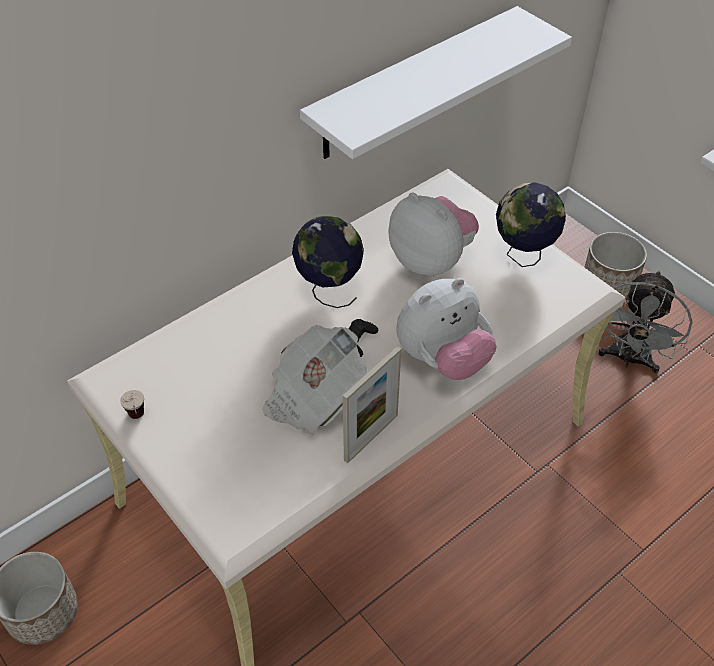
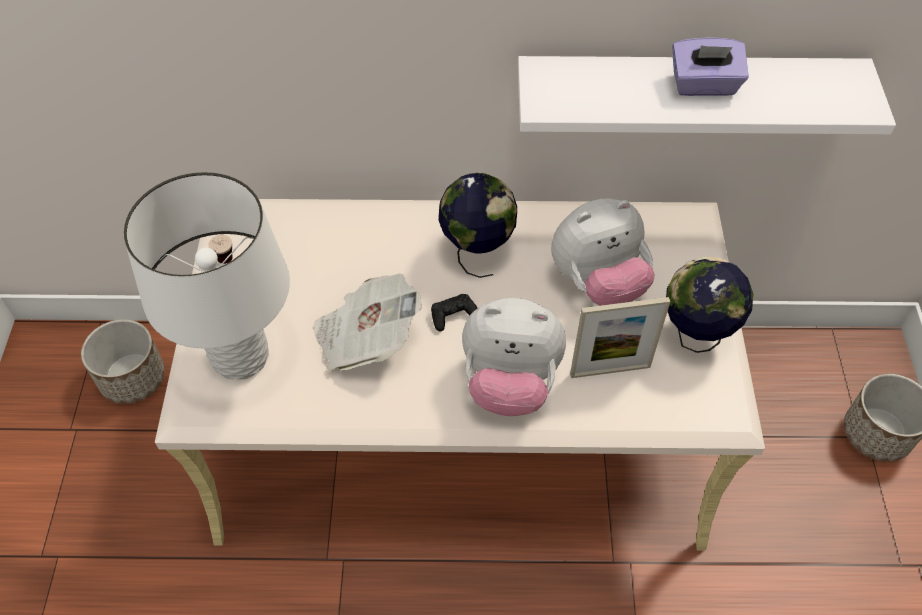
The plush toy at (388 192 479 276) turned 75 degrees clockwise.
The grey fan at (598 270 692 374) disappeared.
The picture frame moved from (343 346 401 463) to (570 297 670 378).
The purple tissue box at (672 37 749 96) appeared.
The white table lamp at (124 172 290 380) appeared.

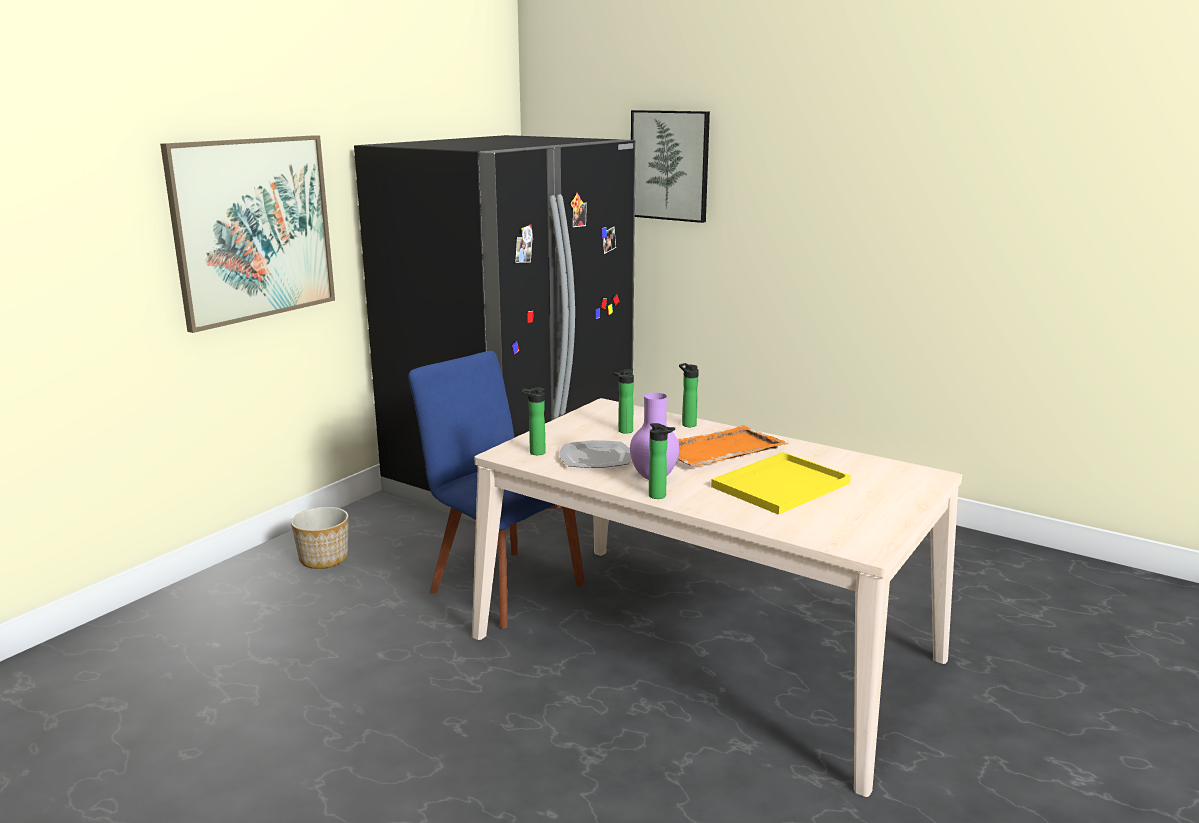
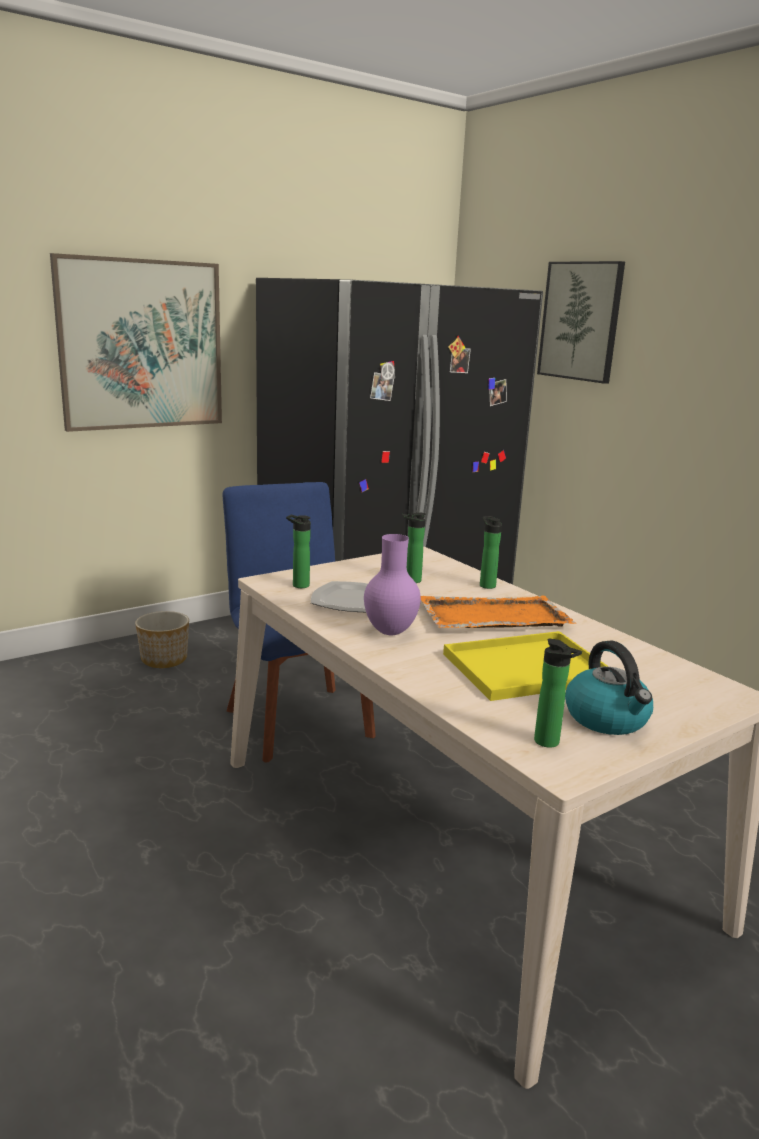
The bottle moved from (649 423 675 499) to (534 639 582 748).
The kettle at (565 641 653 735) appeared.

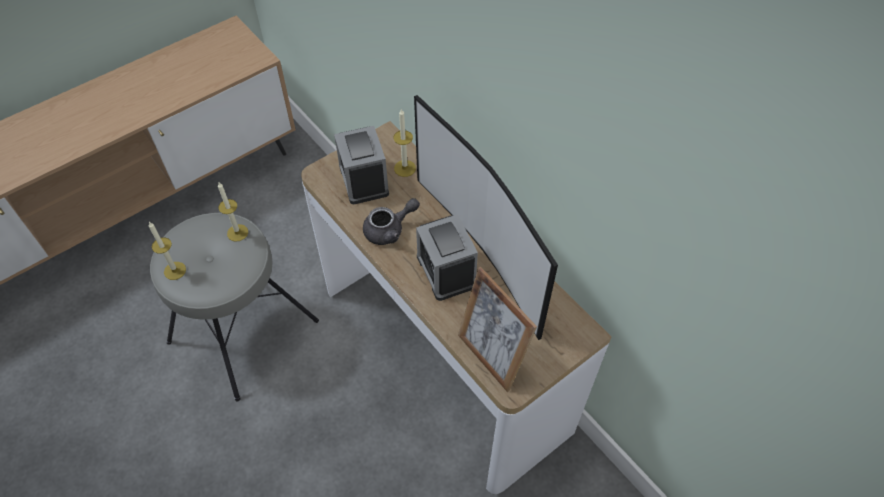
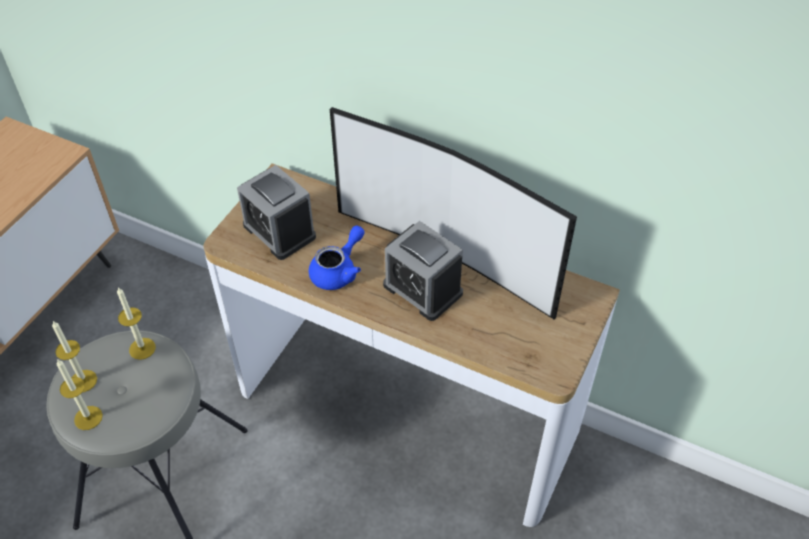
The candle moved from (393 108 416 177) to (52 321 97 392).
The grey teapot at (363 198 420 245) became the blue teapot at (309 226 365 290).
The picture frame at (458 267 537 392) disappeared.

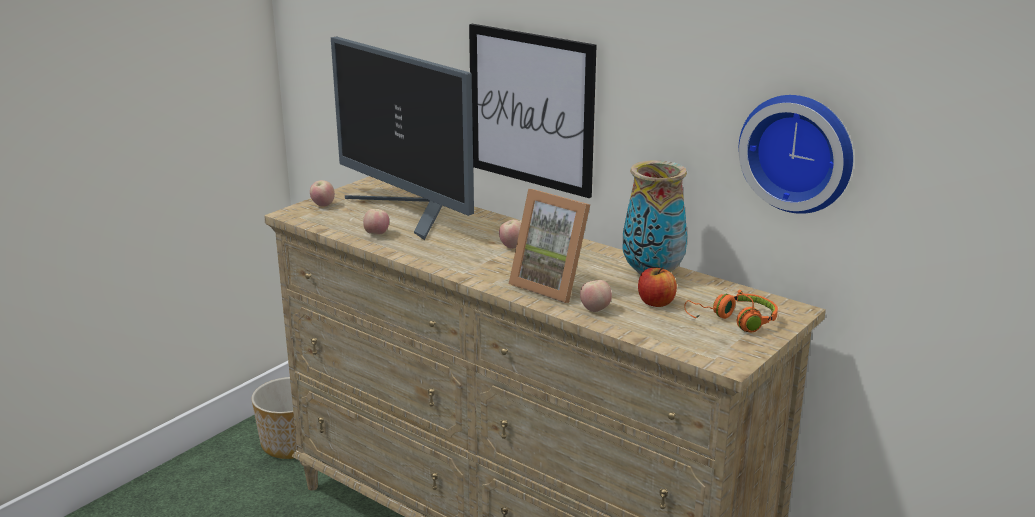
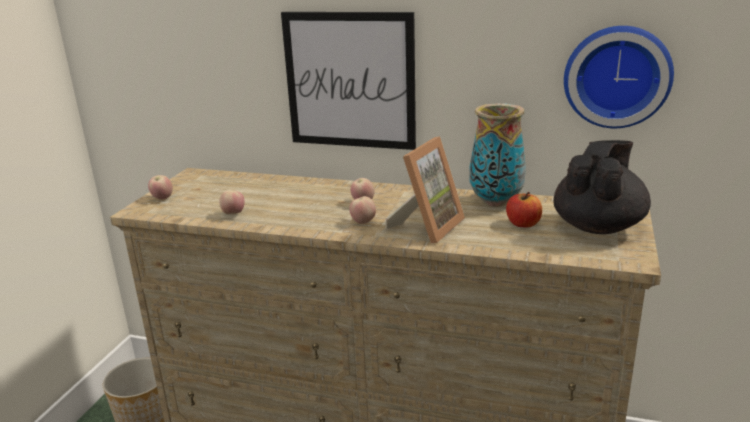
The monitor at (331 37 474 240) disappeared.
The picture frame at (509 189 590 303) turned 75 degrees counterclockwise.
The apple moved from (580 280 612 312) to (349 196 376 224).
The orange headphones at (684 290 778 332) was replaced by the black teapot at (553 140 651 234).

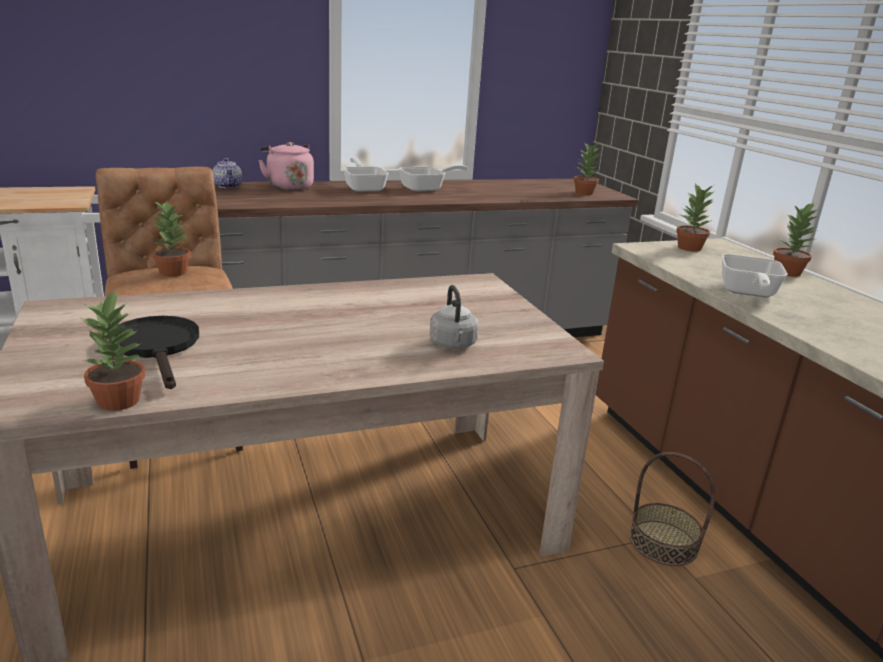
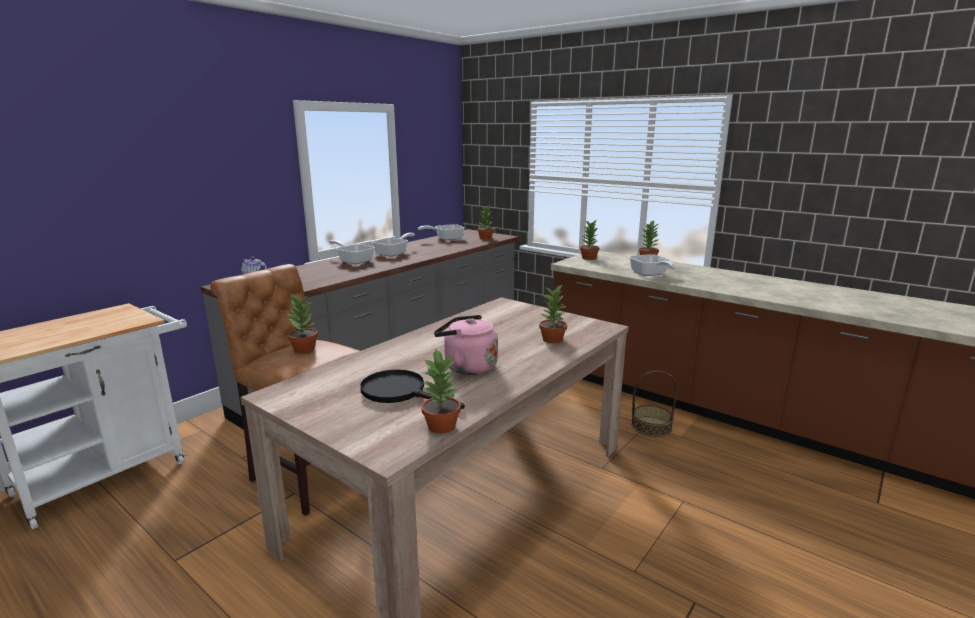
The pink kettle moved from (258 142 314 190) to (434 315 498 375).
The grey kettle at (430 285 479 349) was replaced by the potted plant at (539 285 567 343).
The frying pan at (418 224 465 240) appeared.

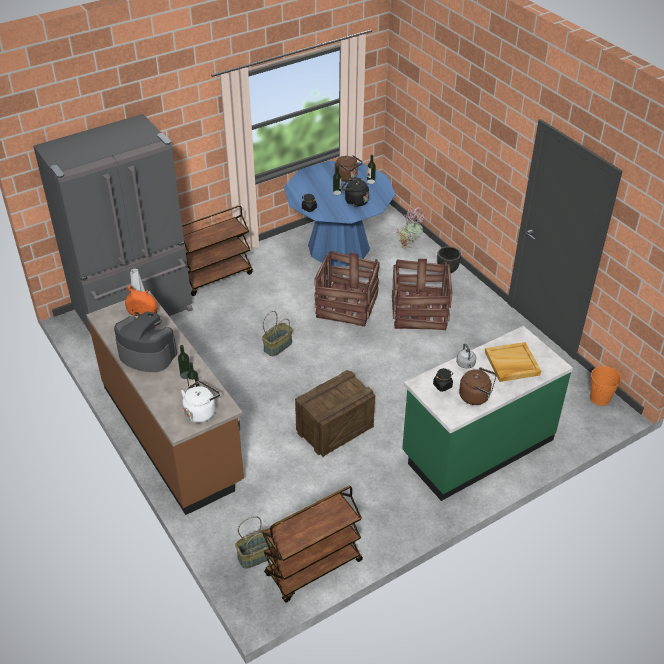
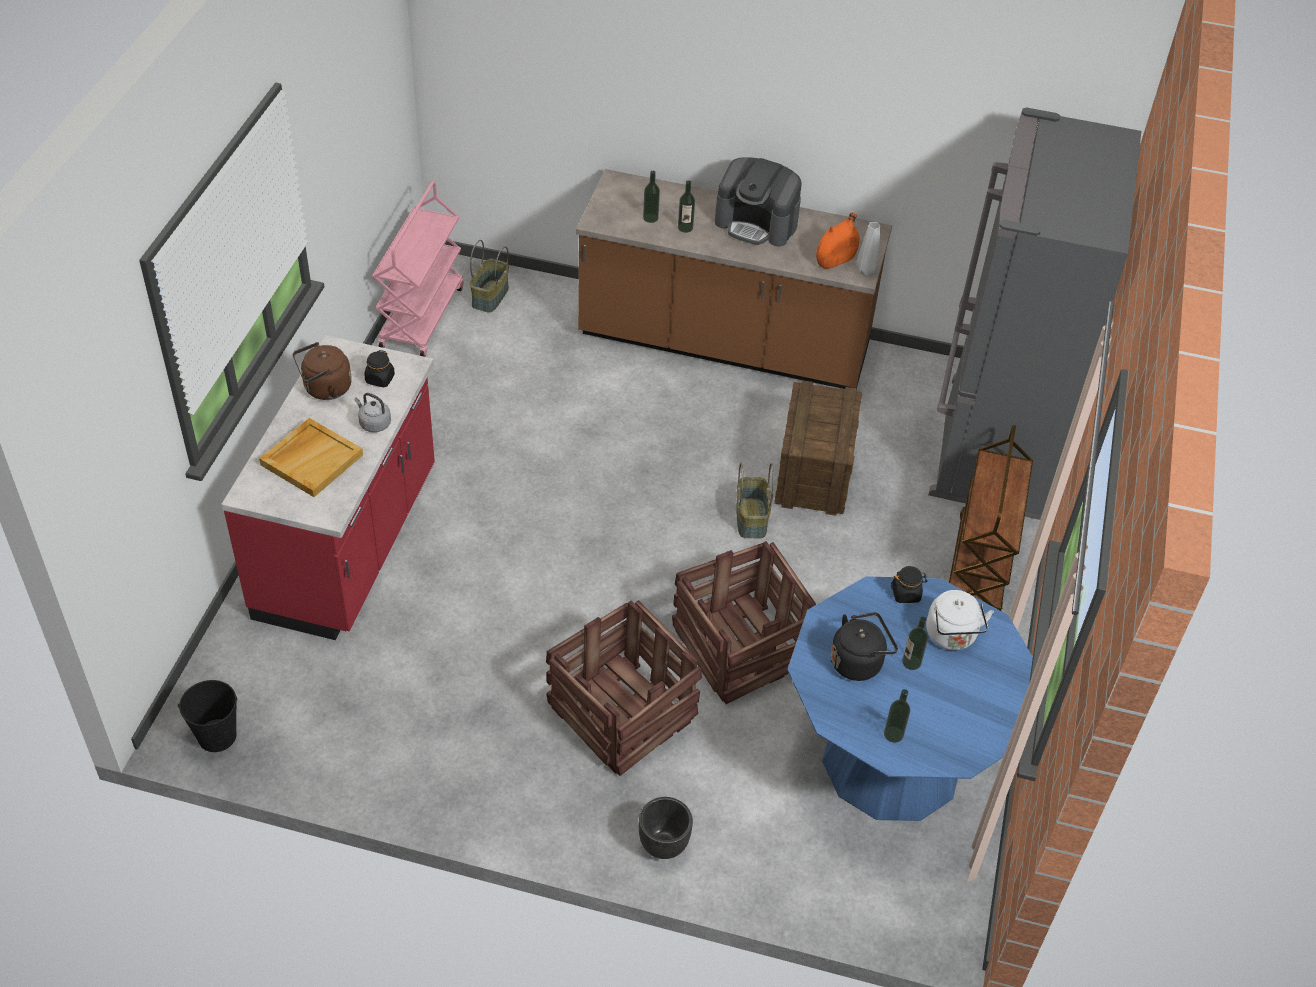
The brown kettle at (335 155 362 182) disappeared.
The potted plant at (396 207 425 248) disappeared.
The coffee machine at (114 312 177 372) turned 45 degrees clockwise.
The green counter at (402 326 573 501) became the red counter at (221 335 435 640).
The orange bucket at (590 366 622 406) became the black bucket at (178 680 237 752).
The crate moved from (295 370 375 457) to (774 380 862 516).
The white kettle moved from (181 381 220 423) to (926 590 994 650).
The brown cart at (262 486 363 603) became the pink cart at (372 182 464 357).

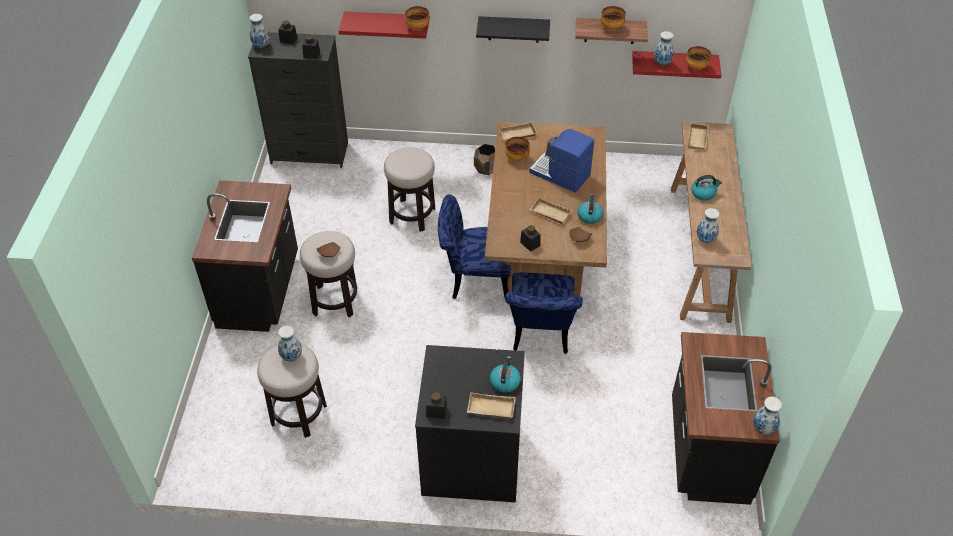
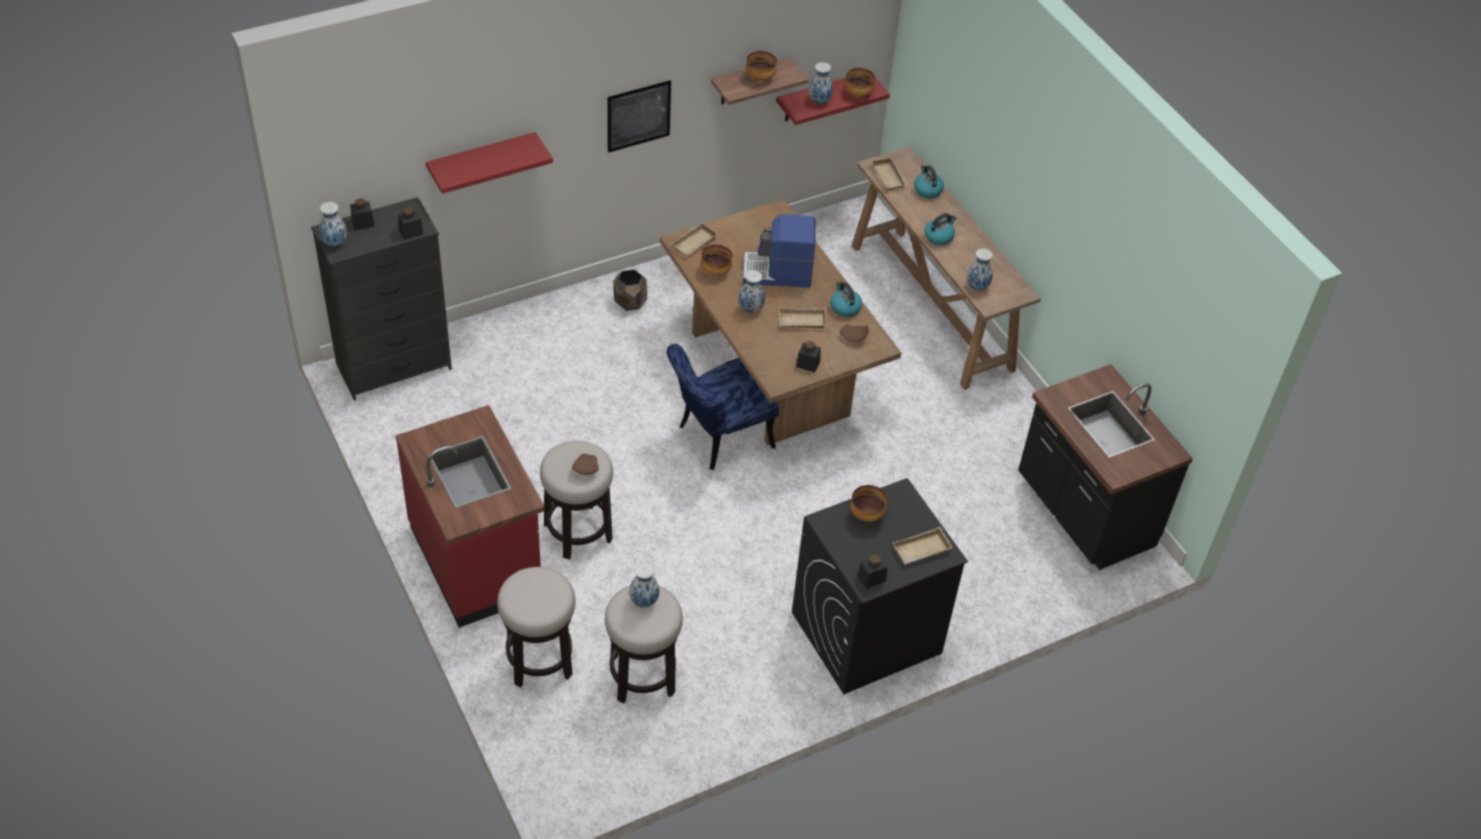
The bowl moved from (405 6 430 30) to (850 485 887 522).
The black shelf at (476 16 550 43) was replaced by the picture at (607 80 671 153).
The stool moved from (384 147 435 232) to (497 567 576 688).
The black counter at (192 180 298 332) became the red counter at (395 405 545 628).
The blue chair at (505 272 583 354) disappeared.
The kettle moved from (490 356 521 393) to (914 165 944 198).
The vase moved from (753 397 782 435) to (739 270 765 313).

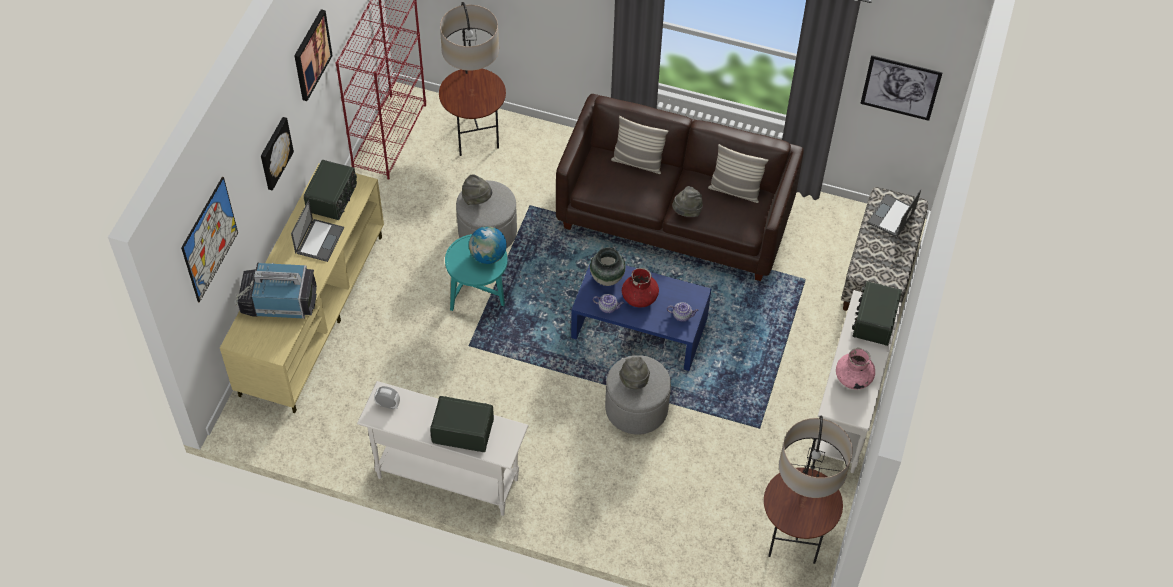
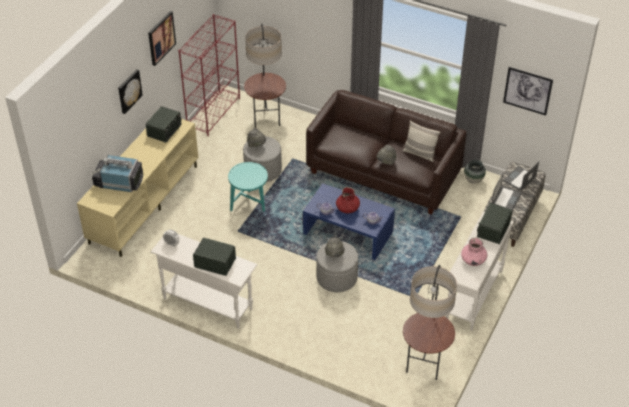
The pillow at (611 116 668 174) disappeared.
The picture at (181 177 238 303) disappeared.
The laptop moved from (291 200 344 262) to (492 172 522 212).
The globe at (469 226 507 264) disappeared.
The vase moved from (590 248 626 286) to (464 159 486 184).

